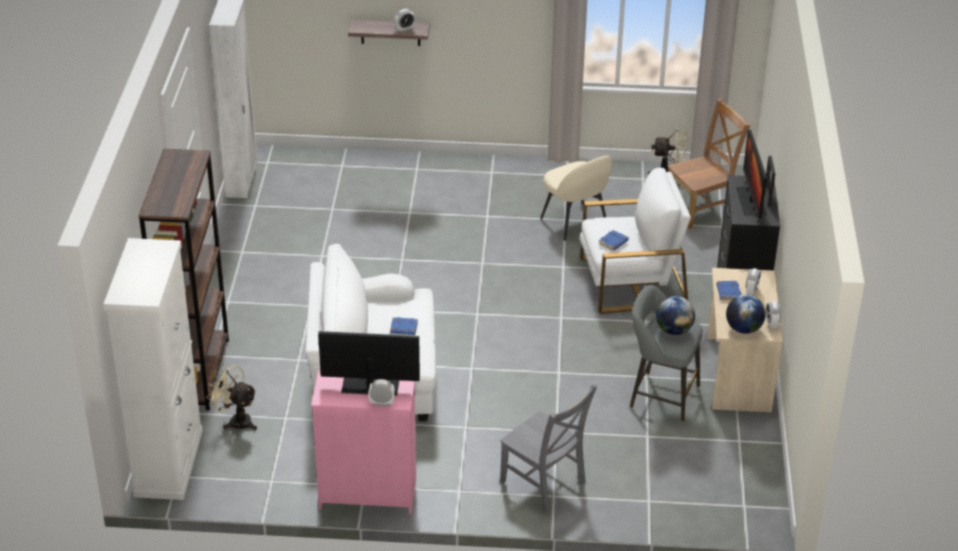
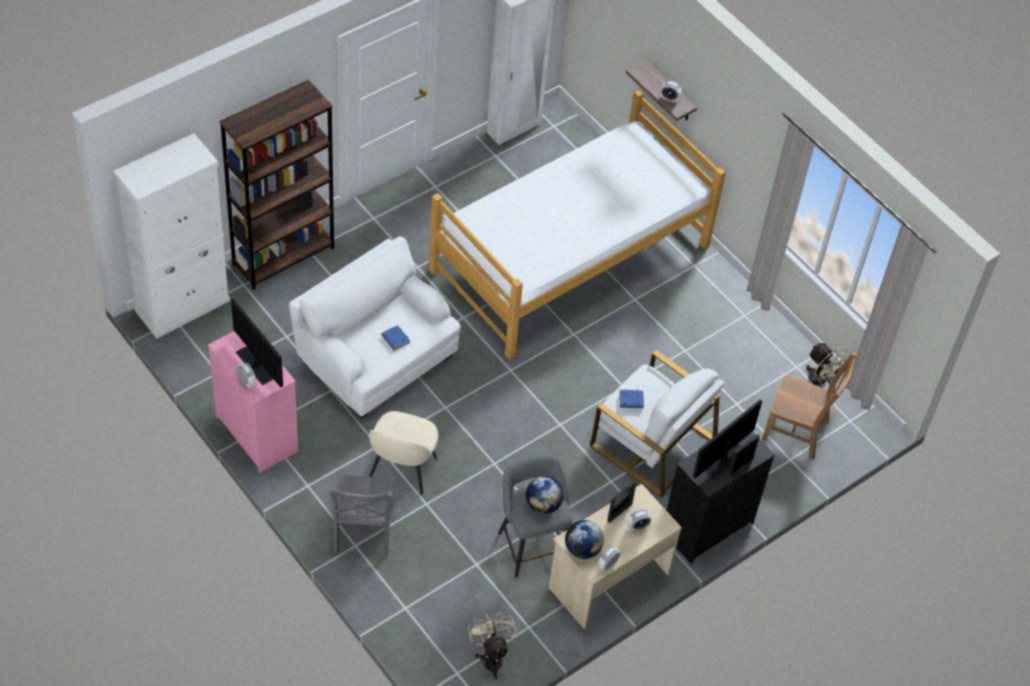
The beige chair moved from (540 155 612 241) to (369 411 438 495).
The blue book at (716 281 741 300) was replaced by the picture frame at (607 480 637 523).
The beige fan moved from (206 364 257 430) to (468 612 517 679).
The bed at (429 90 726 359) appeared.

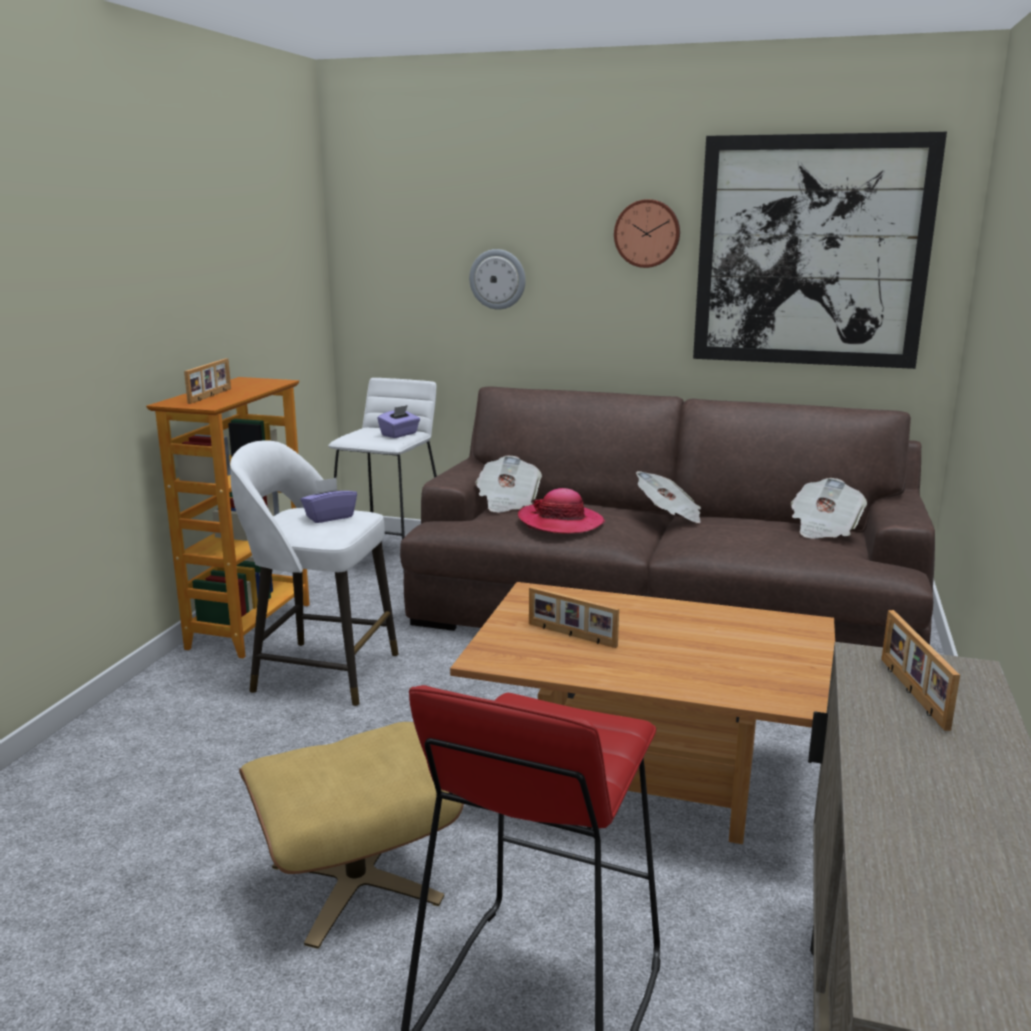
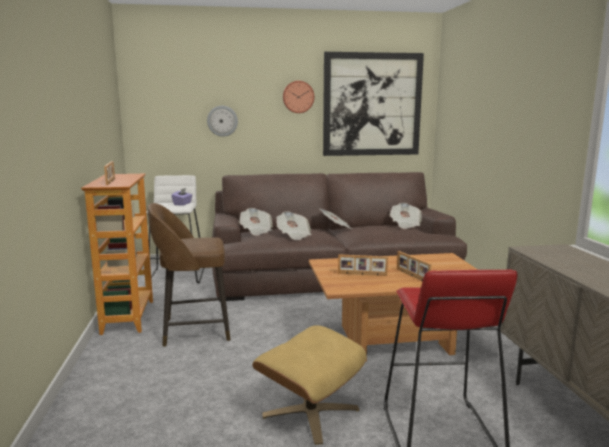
The white stool at (230 440 398 706) became the brown stool at (148 203 231 347).
The purple tissue box at (301 478 357 523) disappeared.
The hat at (518 488 605 534) was replaced by the newspaper at (276 211 312 240).
The picture frame moved from (881 610 960 731) to (397 251 432 281).

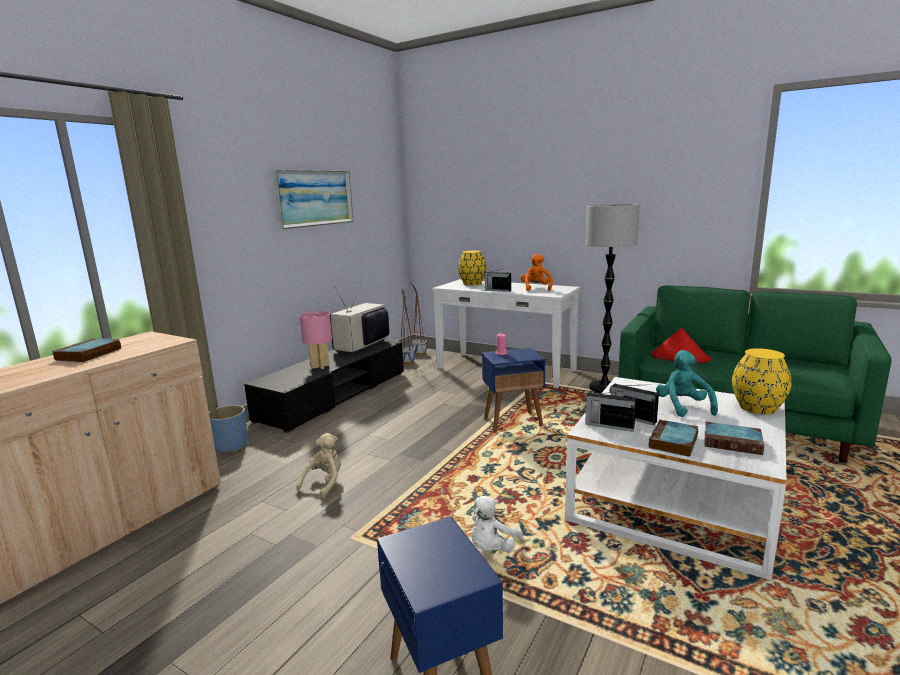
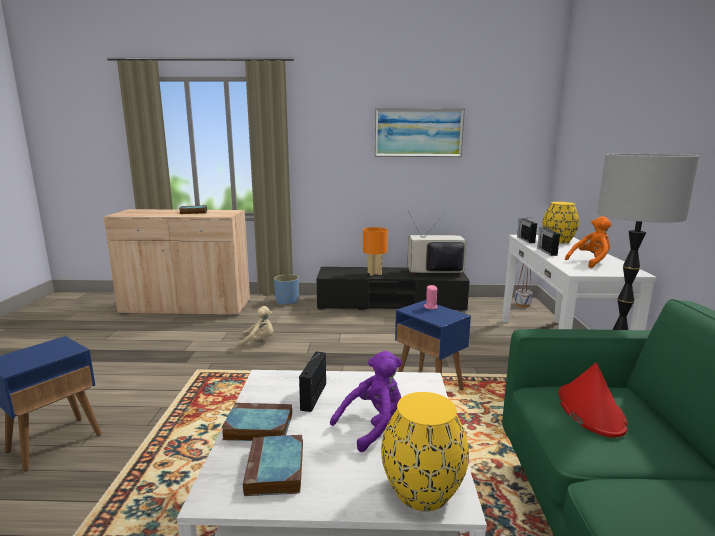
The planter at (401 289 415 365) disappeared.
The pink table lamp at (300 311 332 369) became the orange table lamp at (363 227 388 276).
The turquoise plush toy at (656 350 718 417) became the purple plush toy at (330 351 402 452).
The radio moved from (585 391 636 432) to (517 217 537 243).
The white plush toy at (472 495 524 552) disappeared.

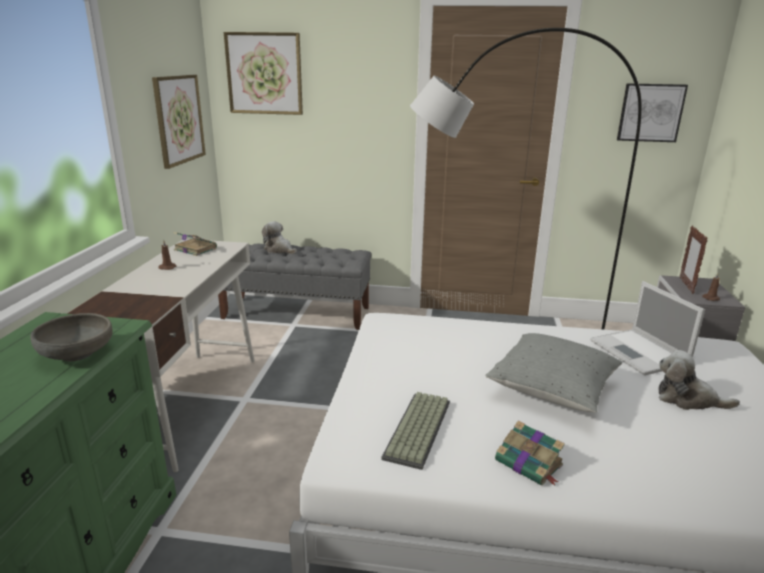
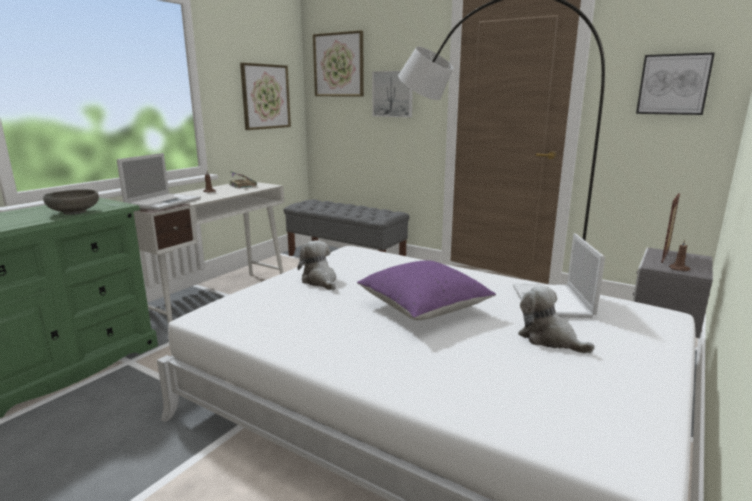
The plush toy moved from (262 221 297 254) to (297 240 336 290).
The grey pillow at (485 333 622 413) became the purple pillow at (357 260 496 320).
The keyboard at (381 392 450 470) disappeared.
The book at (495 421 565 486) disappeared.
The picture at (372 71 413 117) appeared.
The laptop at (117 153 201 210) appeared.

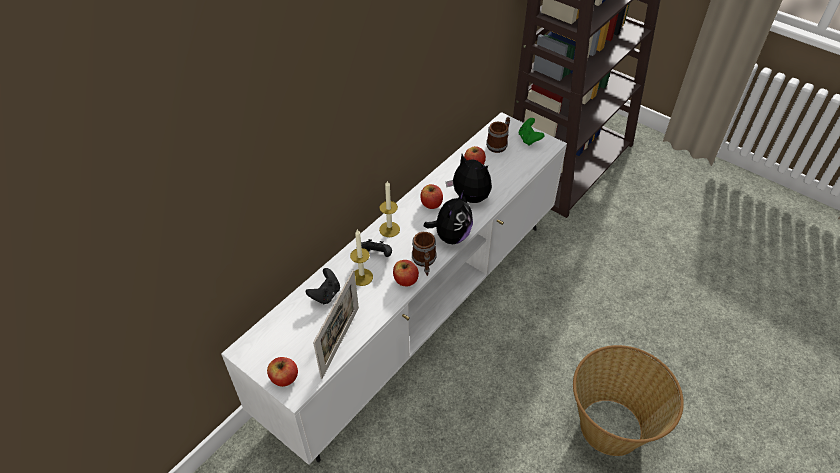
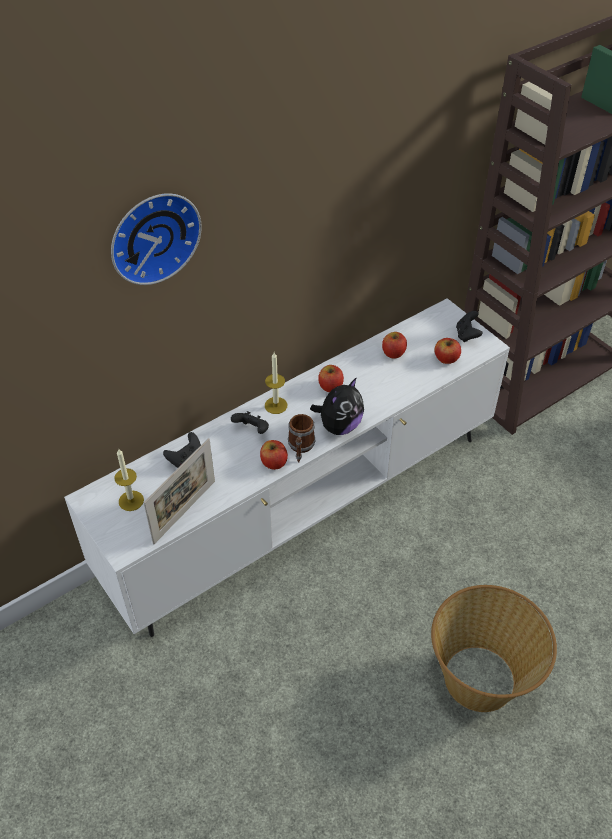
The mug at (486 117 510 153) disappeared.
The green game controller at (519 118 545 146) became the black game controller at (456 311 483 342).
The plush toy at (446 154 492 203) disappeared.
The candle moved from (350 229 373 286) to (114 448 144 511).
The apple moved from (267 357 298 387) to (434 338 461 364).
The wall clock at (111 193 202 285) appeared.

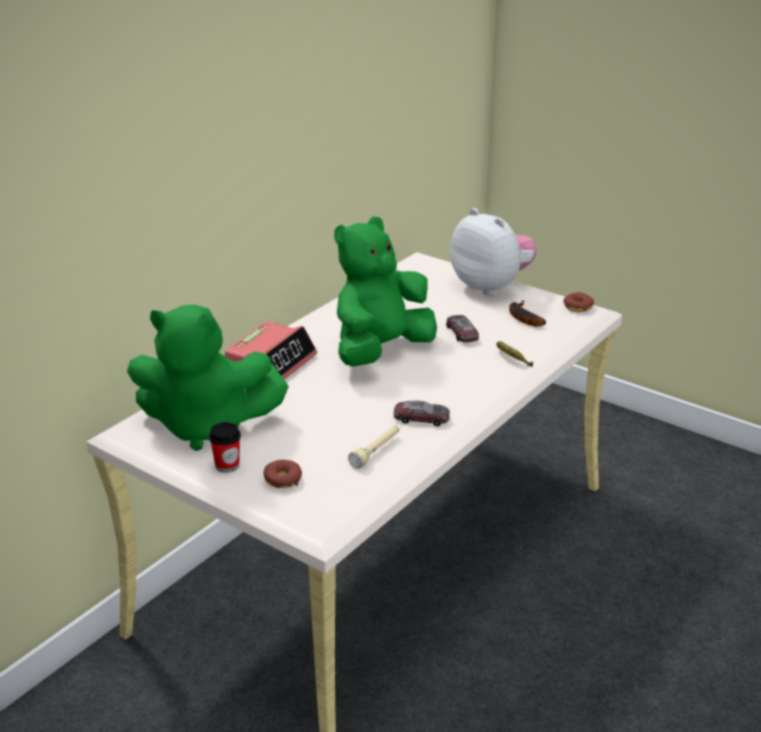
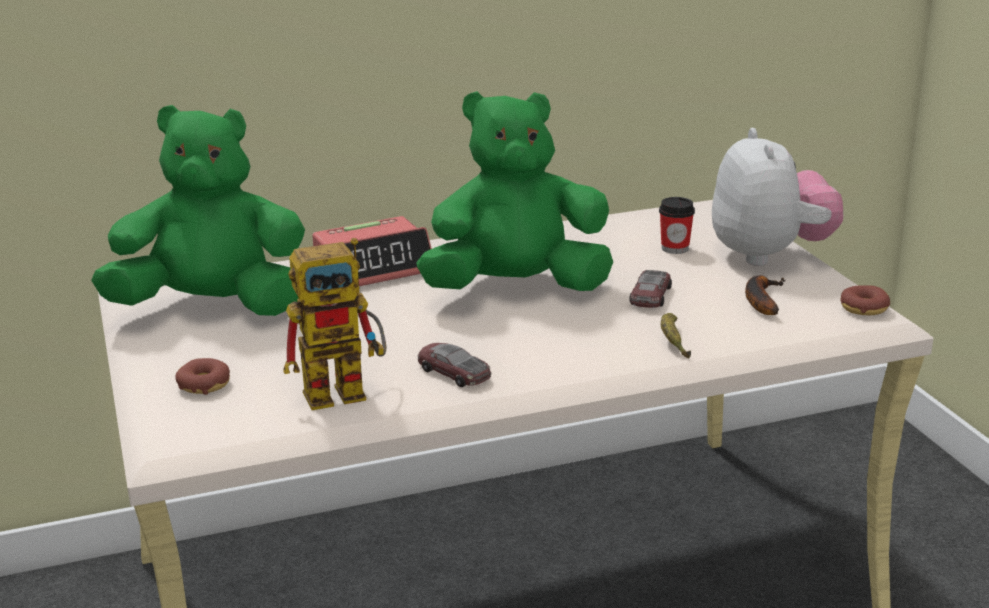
The green plush toy at (127 305 289 451) turned 135 degrees clockwise.
The cup moved from (209 422 241 473) to (659 197 695 254).
The beige flashlight at (348 425 399 468) was replaced by the toy robot at (284 238 386 410).

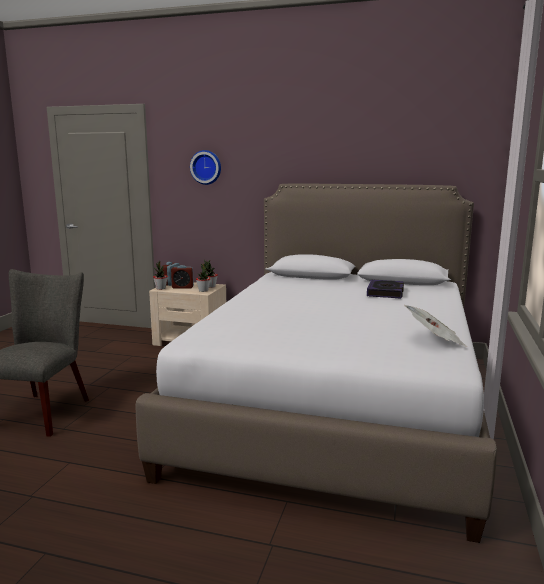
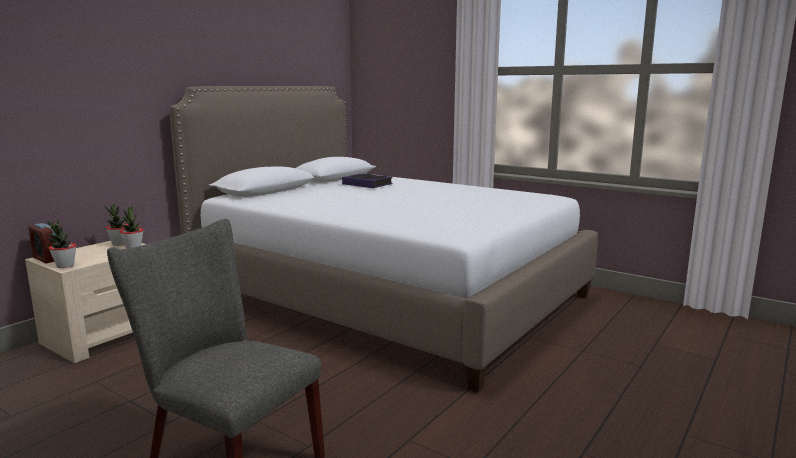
The wall clock at (190 150 221 185) disappeared.
The alarm clock at (171 265 194 289) disappeared.
The newspaper at (404 305 468 347) disappeared.

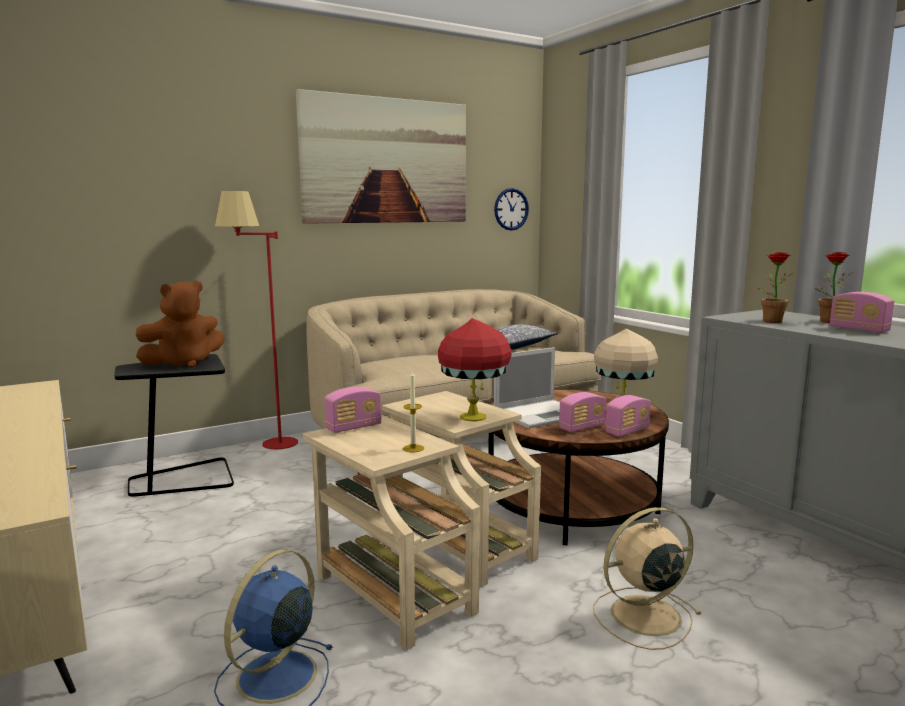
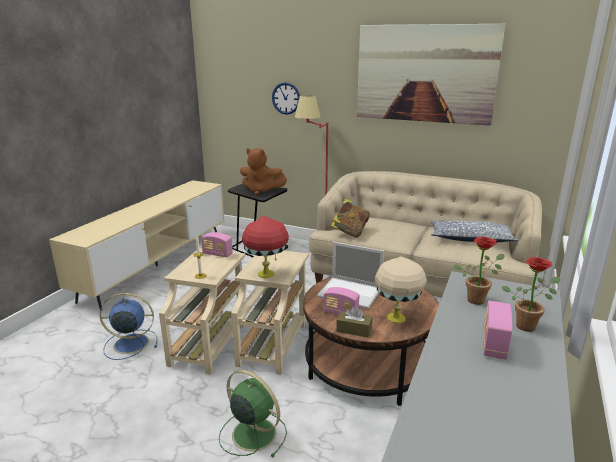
The wall clock moved from (494 188 529 231) to (272 82 300 115).
The radio at (605 395 651 436) was replaced by the brown tissue box at (336 306 373 337).
The beige fan at (593 507 702 650) became the green fan at (219 370 287 457).
The book at (330 198 370 238) appeared.

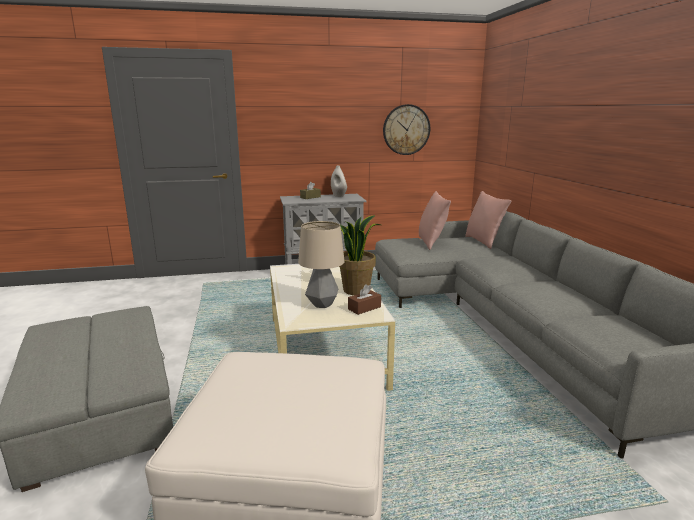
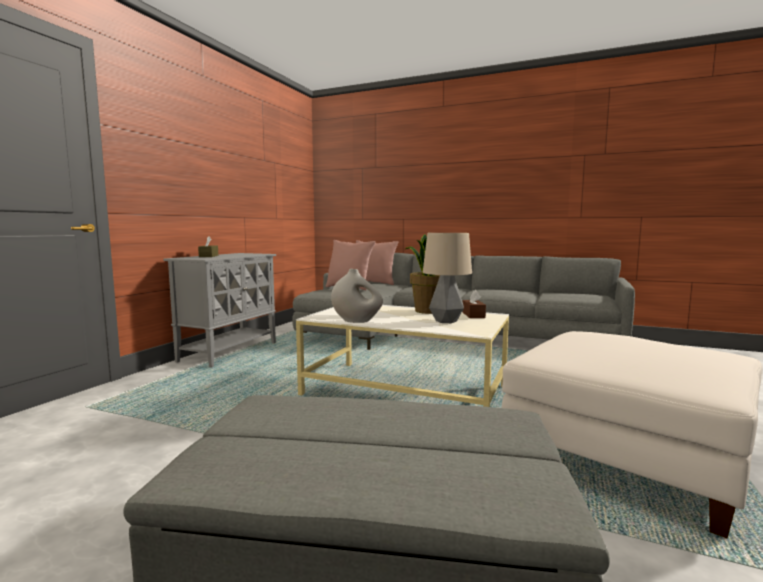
The wall clock at (383 104 430 155) disappeared.
The white vase moved from (331 165 347 197) to (331 269 383 323).

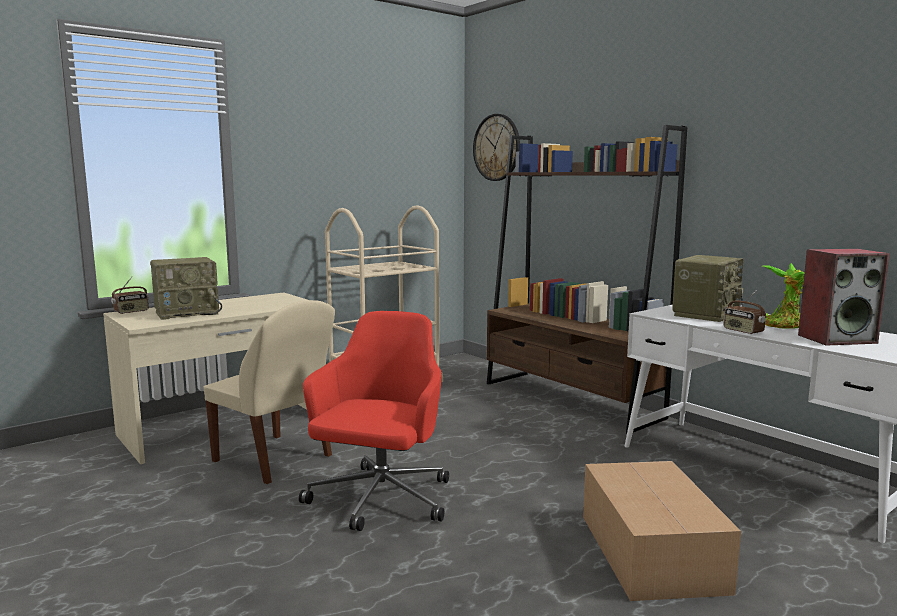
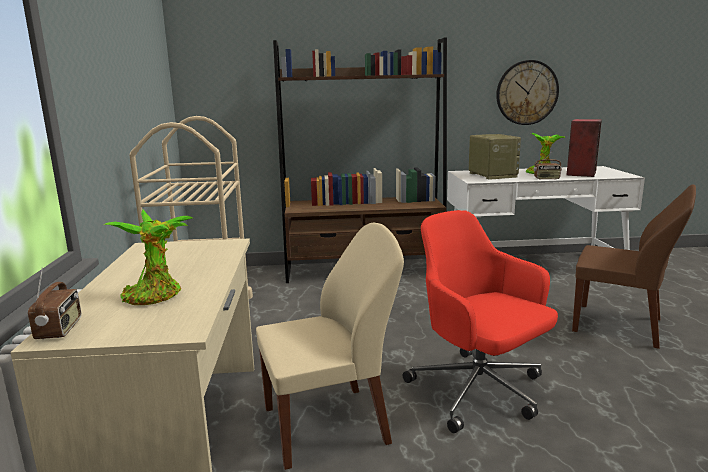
The wall clock moved from (473 114 520 181) to (496 60 559 125).
The radio at (150 257 222 320) was replaced by the potted plant at (104 210 193 305).
The cardboard box at (583 461 741 601) was replaced by the brown chair at (572 185 696 349).

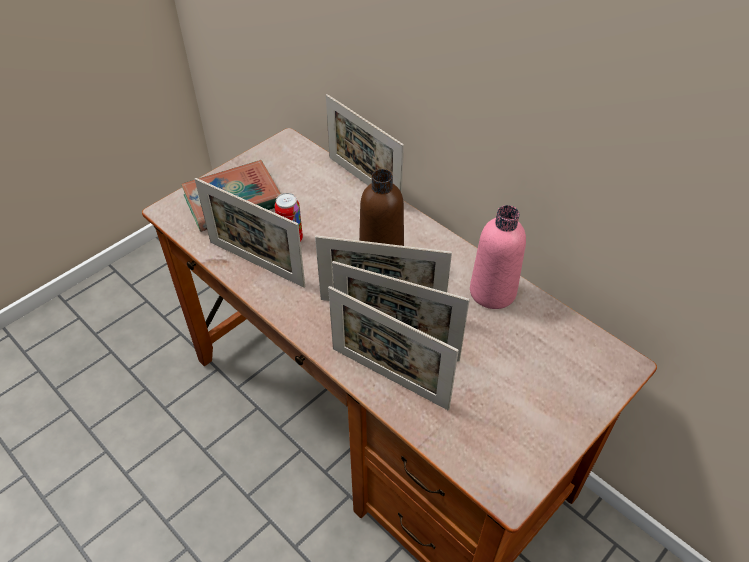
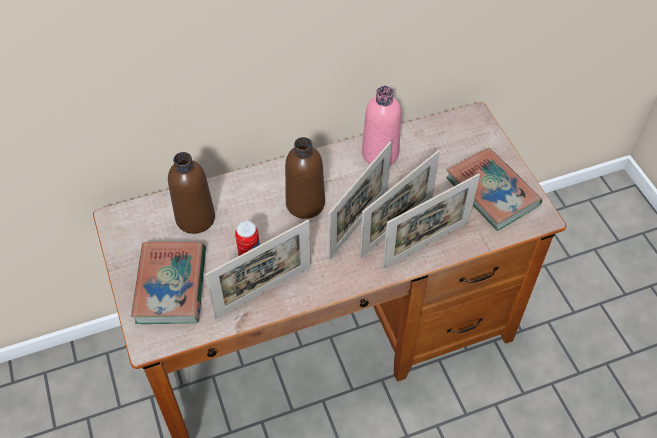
The picture frame at (326 94 404 194) disappeared.
The book at (446 148 542 231) appeared.
The brown bottle at (168 152 215 234) appeared.

